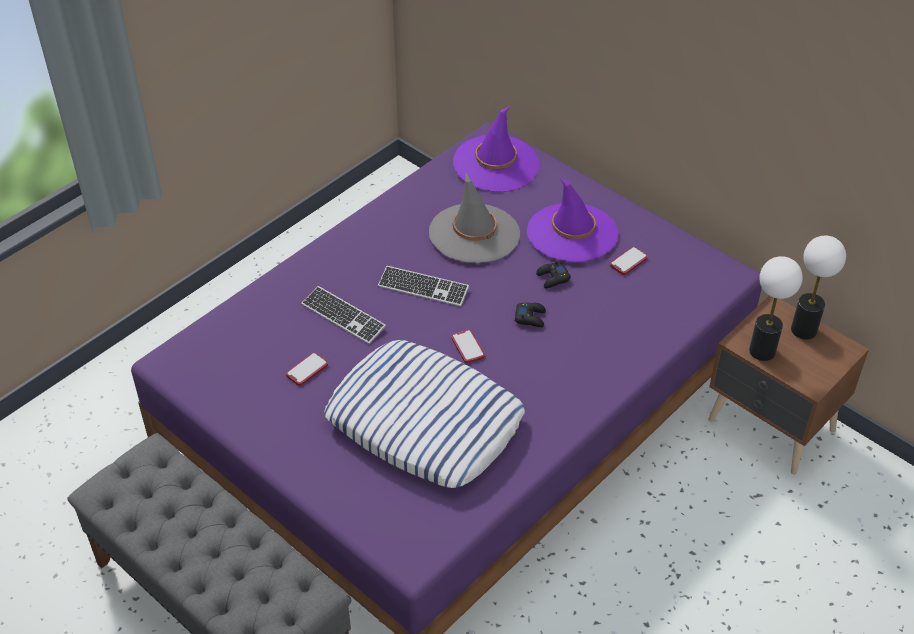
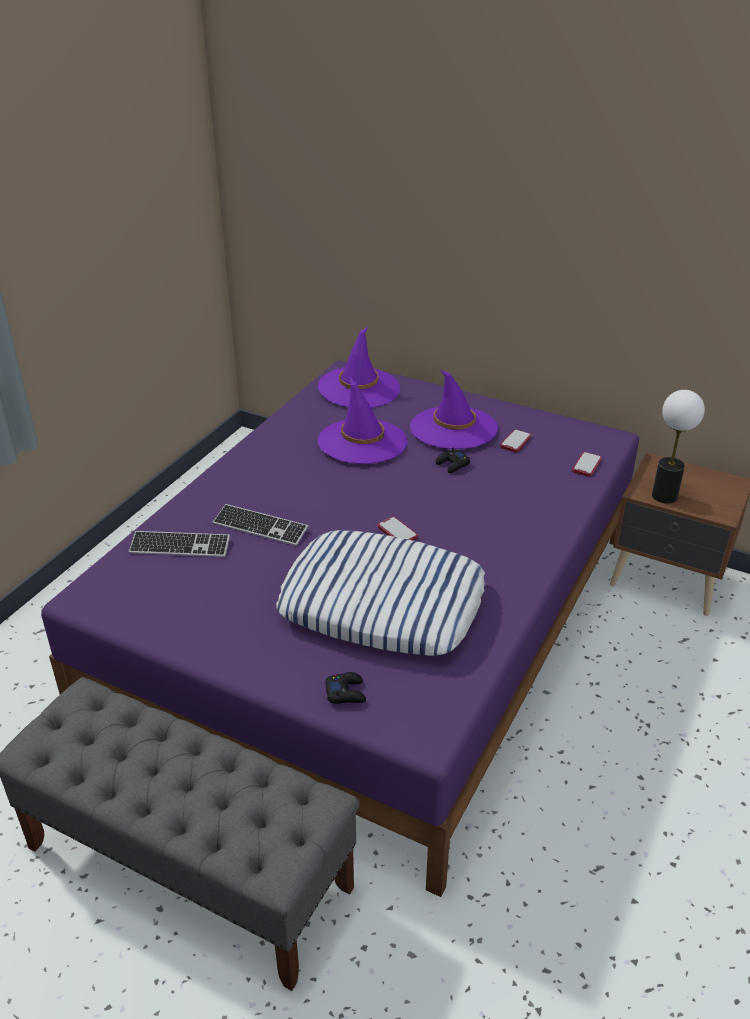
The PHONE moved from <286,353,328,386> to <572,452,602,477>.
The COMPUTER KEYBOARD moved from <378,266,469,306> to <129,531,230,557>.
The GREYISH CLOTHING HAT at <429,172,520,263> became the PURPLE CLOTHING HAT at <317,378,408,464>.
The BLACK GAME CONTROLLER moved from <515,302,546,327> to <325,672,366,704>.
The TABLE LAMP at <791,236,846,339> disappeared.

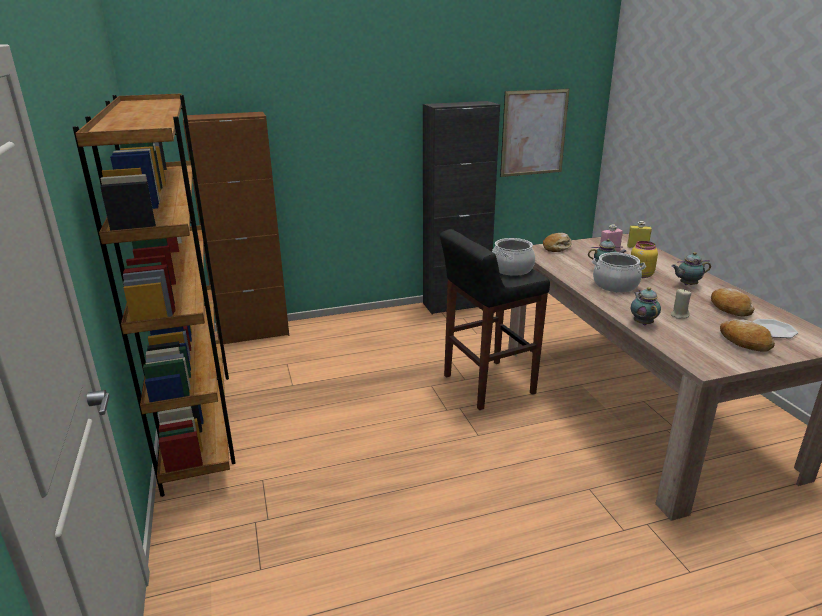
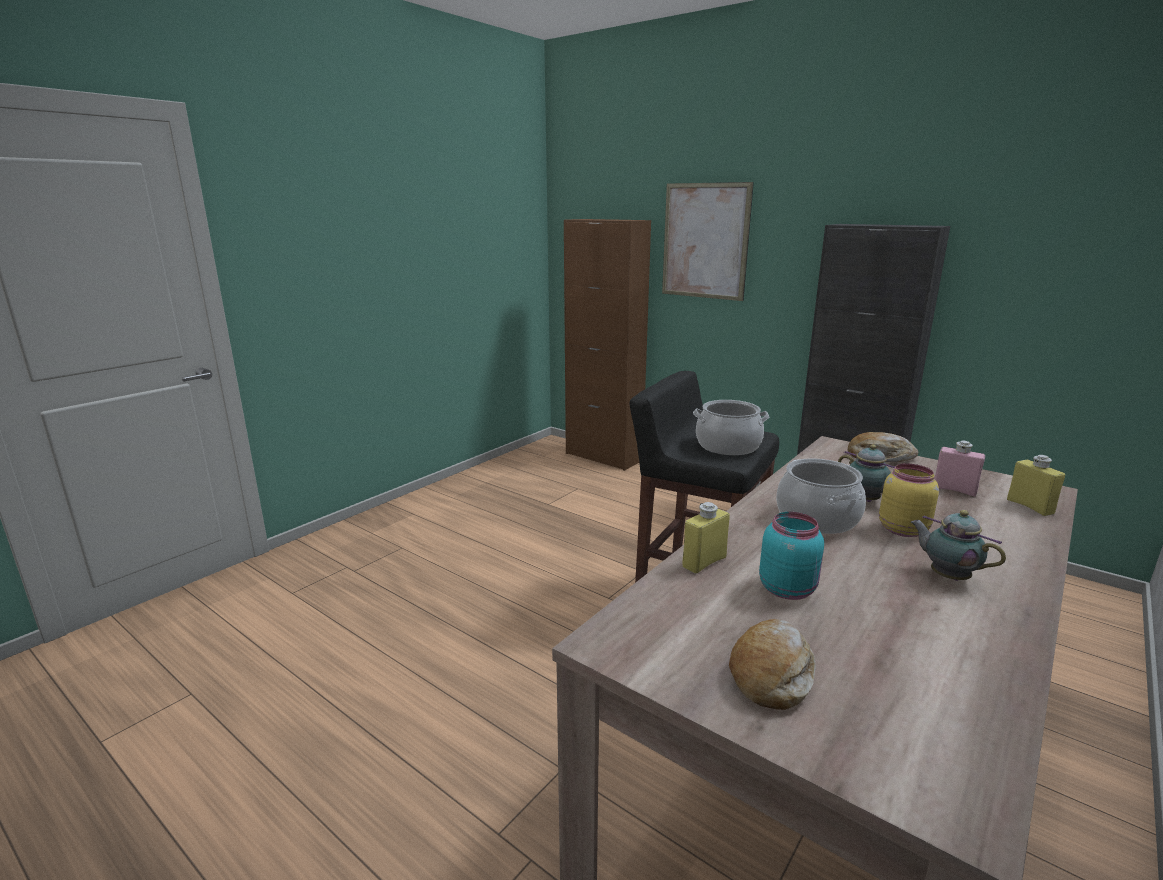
The BROWNISH BOOKCASE at <73,94,236,497> disappeared.
The WALL ART moved from <500,88,570,177> to <662,182,754,301>.
The POT FOR TEA at <631,287,661,325> was replaced by the YELLOW-COLOURED BOTTLE at <682,502,730,574>.
The BEIGE-COLOURED WAX CANDLE at <671,289,691,319> was replaced by the TURQUOISE-COLOURED STORAGE JAR at <759,512,824,600>.
The BREAD at <711,288,754,317> disappeared.
The FLAT DISH at <752,319,798,338> disappeared.

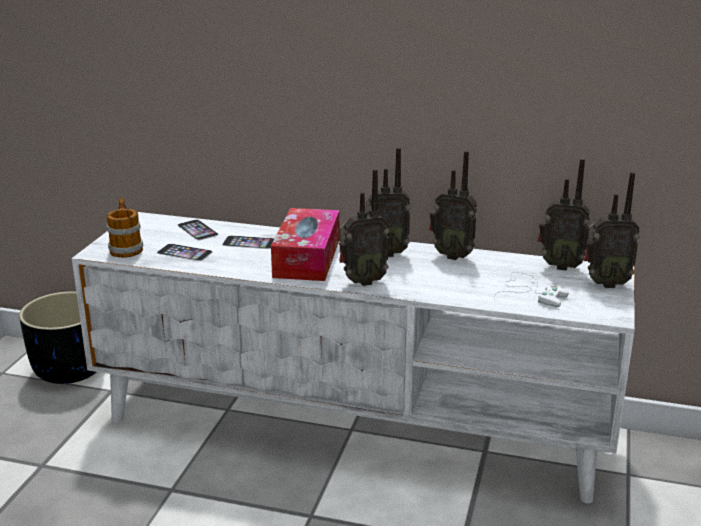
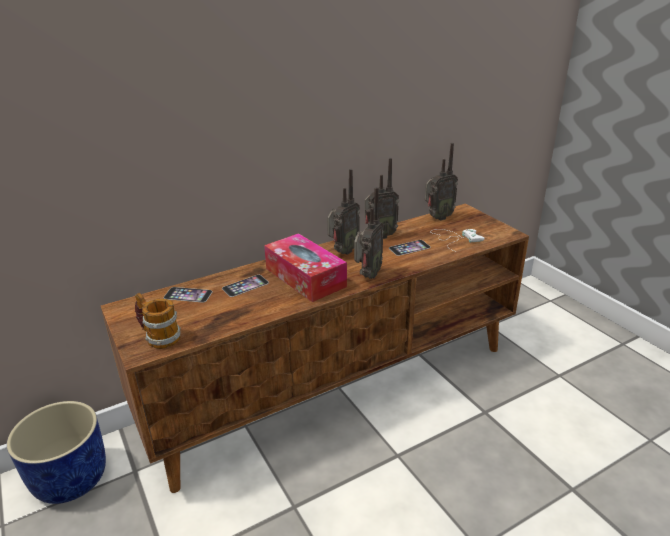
The BLACK PLANTER at <19,291,96,384> became the BLUE PLANTER at <7,401,106,504>.
The WHITISH MEDIA CONSOLE at <72,212,635,503> became the BROWNISH MEDIA CONSOLE at <101,204,529,493>.
The PHONE moved from <157,244,212,261> to <389,240,431,256>.
The RADIO RECEIVER at <584,172,640,288> disappeared.

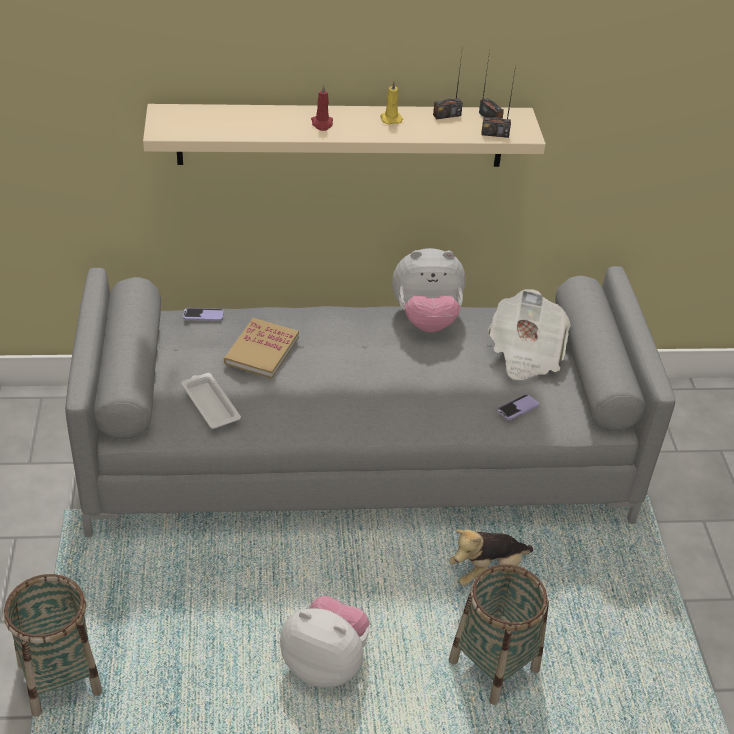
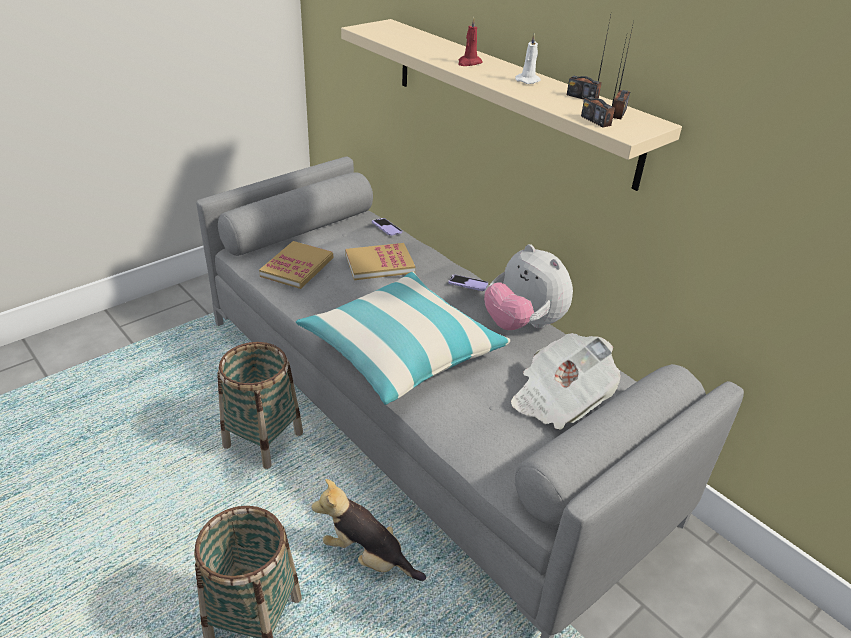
The STORAGE BASKET moved from <4,574,102,717> to <217,342,303,469>.
The WHITISH CARRYING TRAY at <181,373,241,429> was replaced by the VOLUME at <259,241,333,289>.
The CUDDLY TOY at <280,596,370,688> disappeared.
The YELLOW-COLOURED WAX CANDLE at <380,81,403,124> became the WHITISH WAX CANDLE at <515,33,541,84>.
The PHONE moved from <497,394,539,420> to <448,274,488,291>.
The PILLOW at <296,272,510,405> appeared.

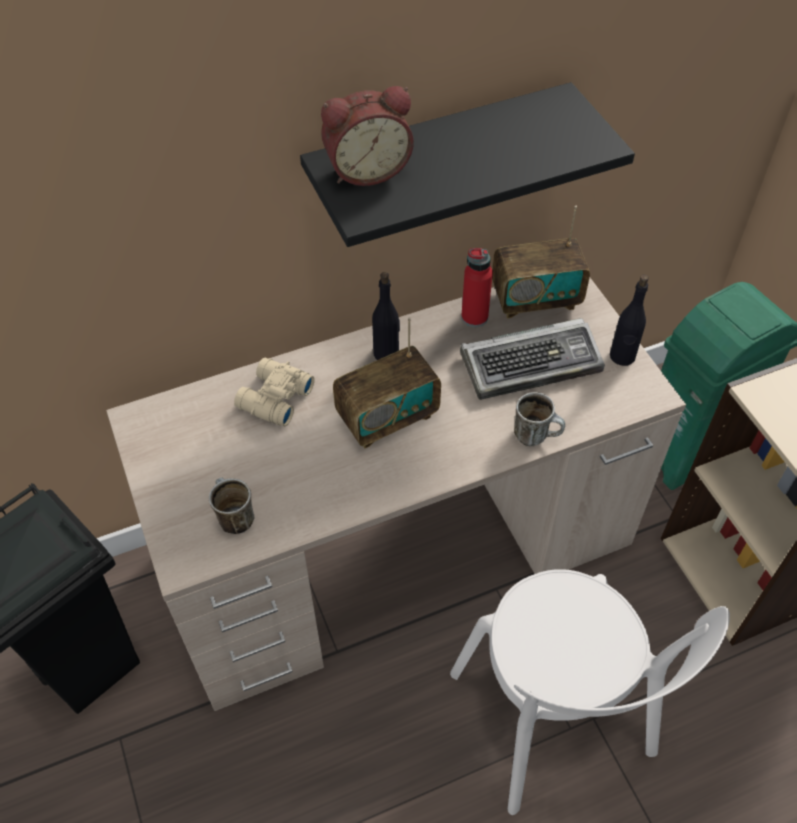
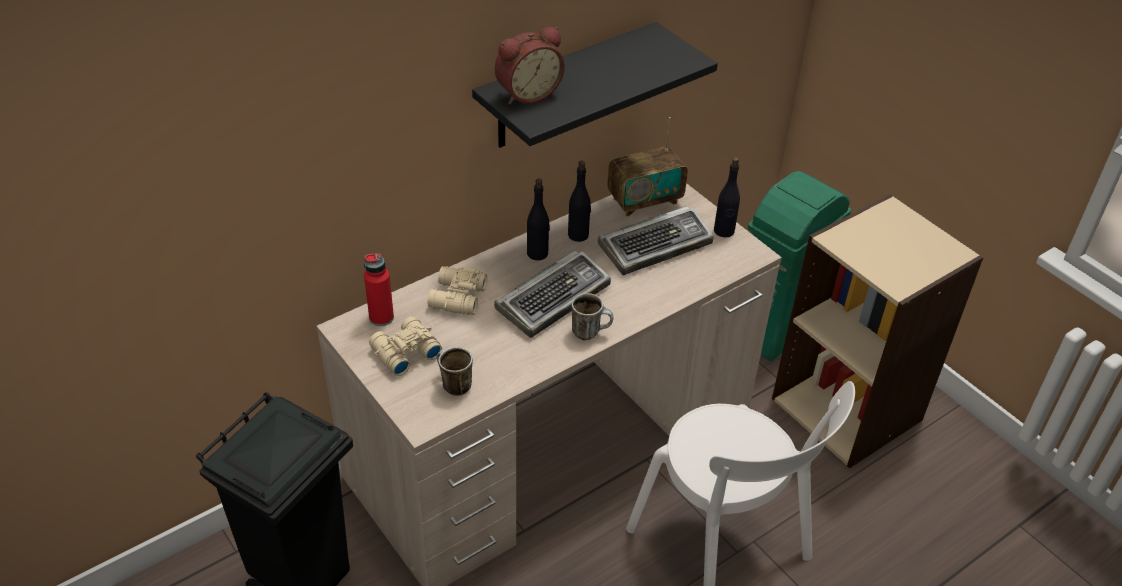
The RADIO RECEIVER at <333,317,441,448> was replaced by the COMPUTER KEYBOARD at <494,250,611,338>.
The RED BOTTLE moved from <461,248,493,327> to <364,253,394,326>.
The MUG moved from <514,392,565,446> to <571,293,613,340>.
The BEIGE-COLOURED FIELD GLASSES at <369,317,442,376> appeared.
The BLACK BOTTLE at <568,161,591,242> appeared.

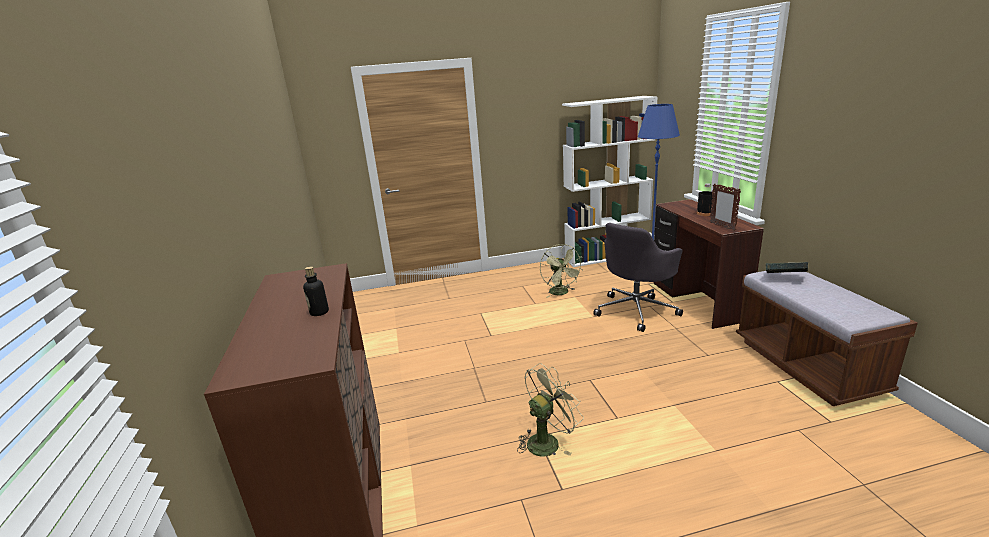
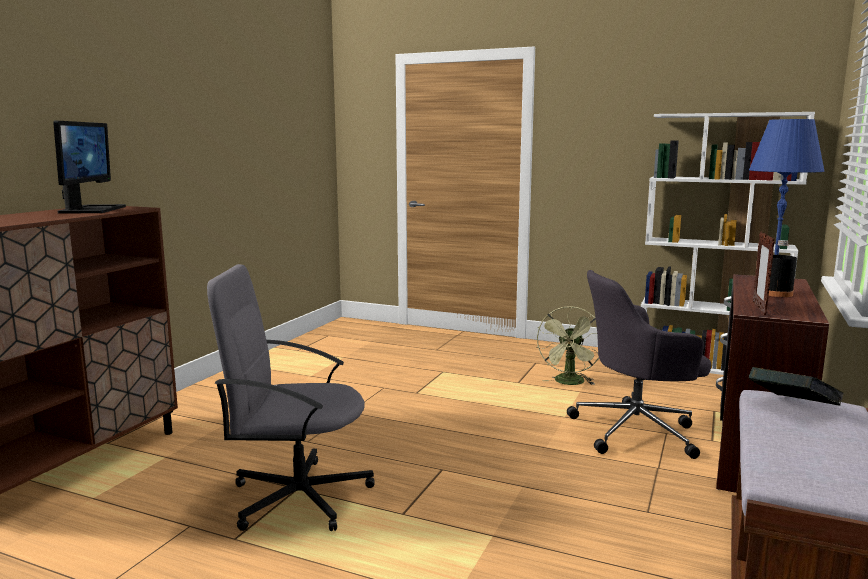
The BOTTLE at <303,266,329,316> disappeared.
The GREEN ELECTRIC FAN at <517,363,584,456> was replaced by the GREYISH OFFICE CHAIR at <207,264,375,531>.
The COMPUTER SCREEN at <53,120,126,214> appeared.

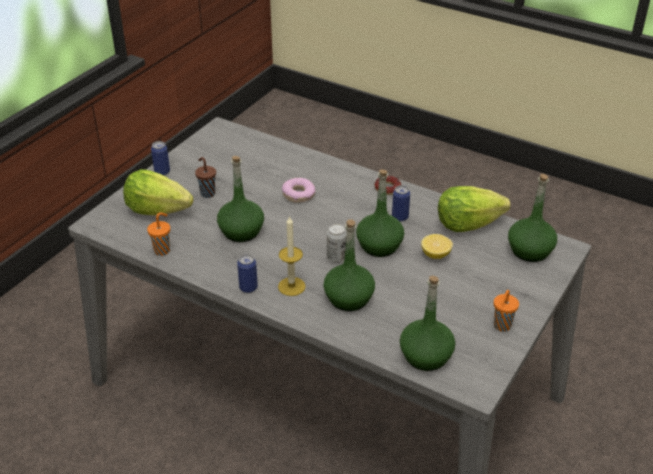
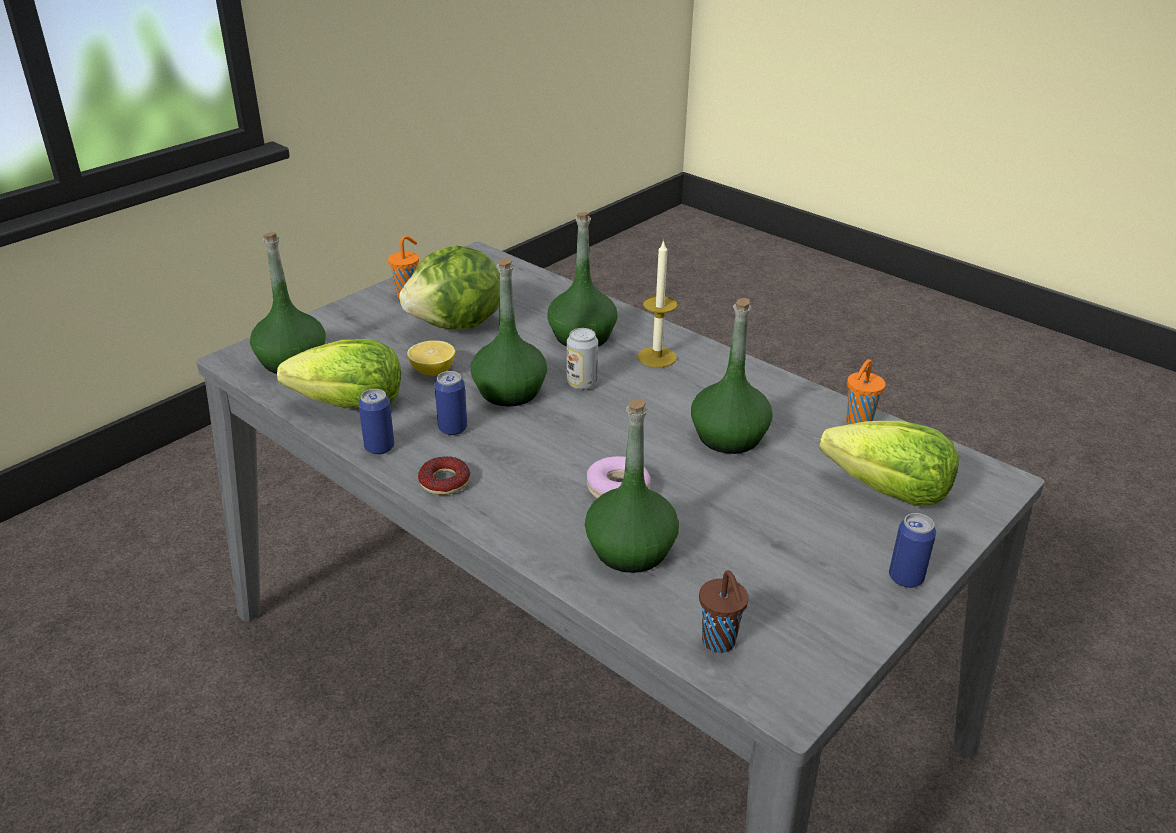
The BROWNISH SMALL CUP moved from <195,157,216,198> to <699,570,749,653>.
The SEALED CAN moved from <237,254,258,293> to <358,389,394,455>.
The GREEN BOTTLE moved from <400,276,455,371> to <585,399,679,573>.
The LETTUCE at <399,246,500,329> appeared.

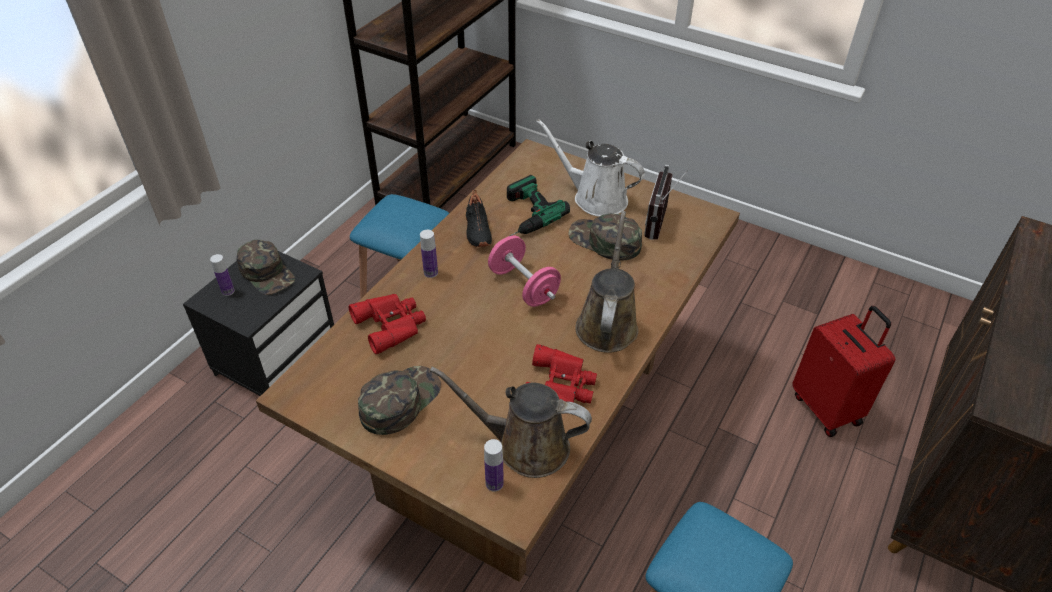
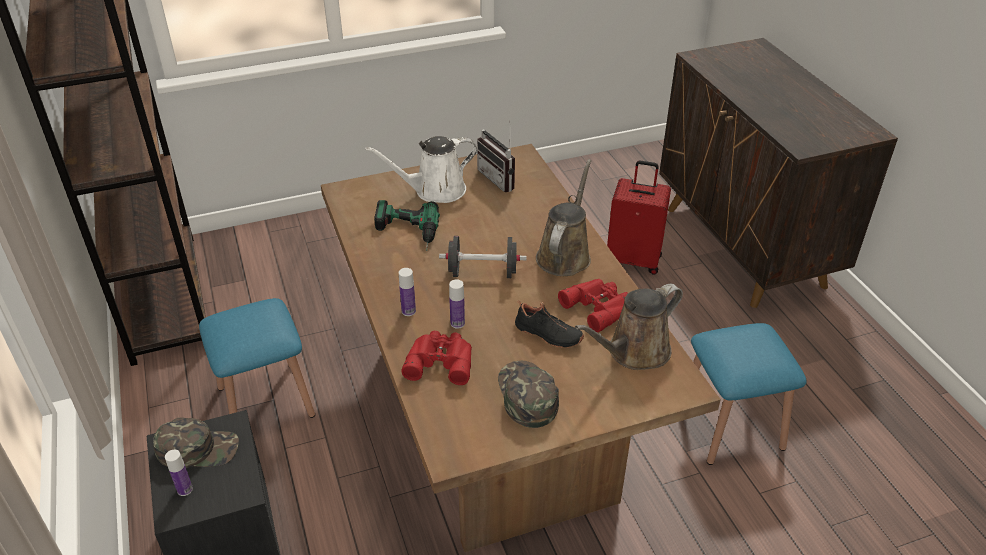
The BLACK SHOE moved from <466,190,492,247> to <515,300,584,348>.
The BOTTLE moved from <484,439,504,492> to <449,279,465,329>.
The PINK DUMBBELL at <488,236,561,307> became the BLACK DUMBBELL at <439,236,527,278>.
The GREEN BASEBALL CAP at <568,213,642,261> disappeared.
The BROWNISH WATERING CAN at <575,211,638,353> turned 60 degrees clockwise.

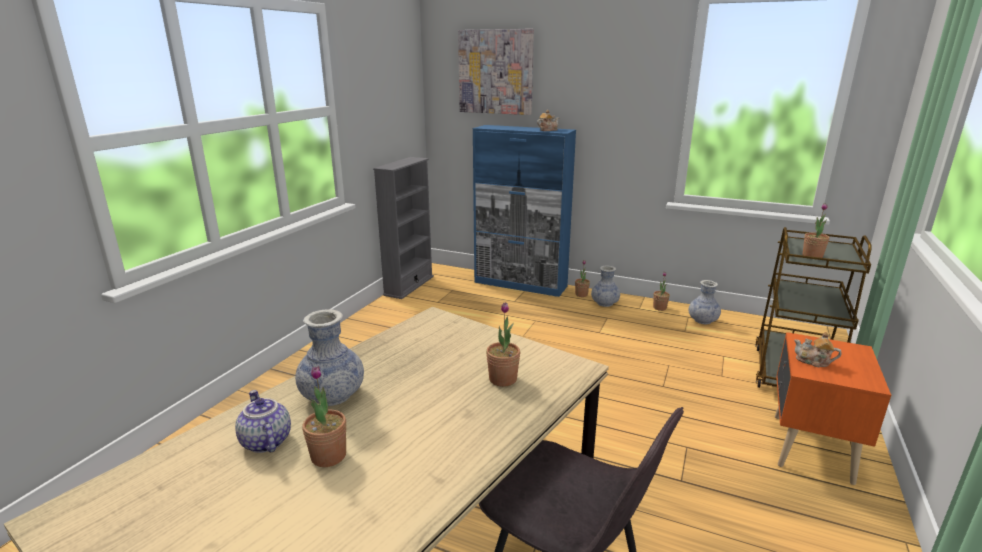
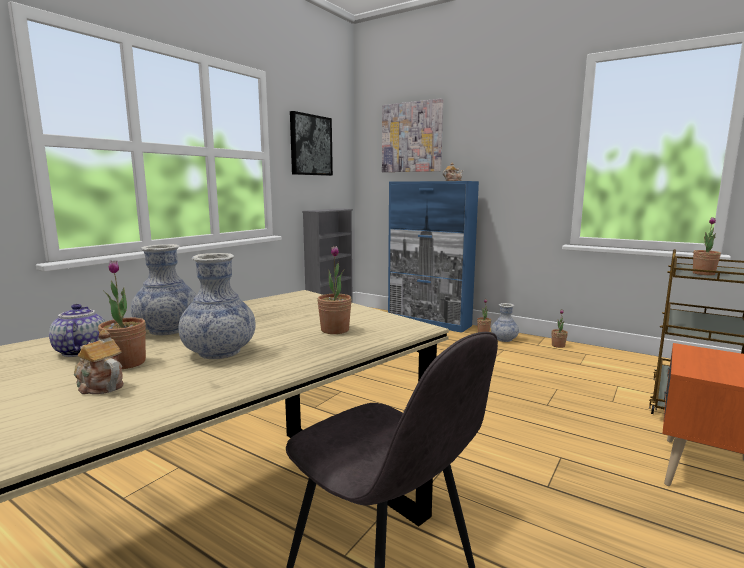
The DECORATIVE VASE moved from <689,280,721,324> to <179,253,256,359>.
The POT FOR TEA moved from <794,332,841,367> to <74,329,124,394>.
The WALL ART at <290,111,333,176> appeared.

